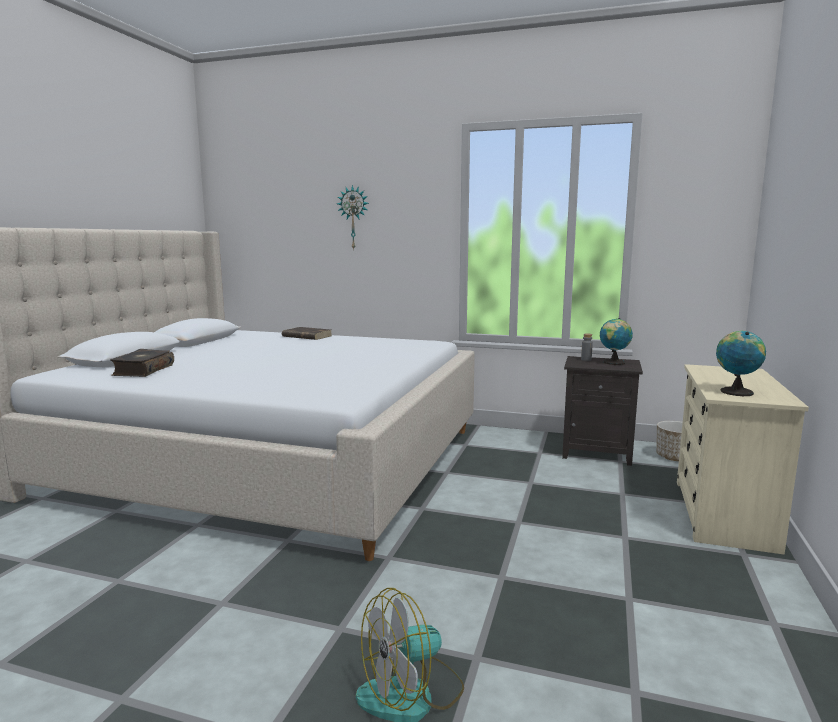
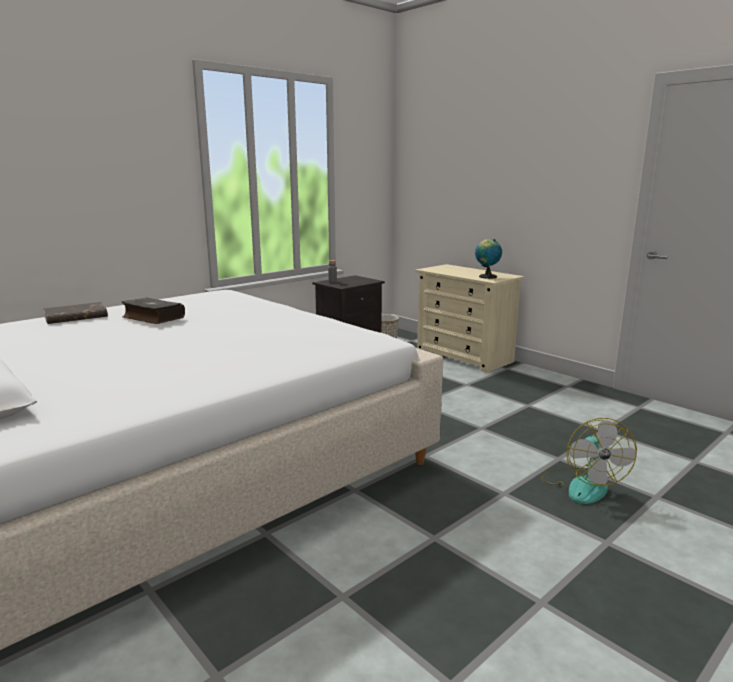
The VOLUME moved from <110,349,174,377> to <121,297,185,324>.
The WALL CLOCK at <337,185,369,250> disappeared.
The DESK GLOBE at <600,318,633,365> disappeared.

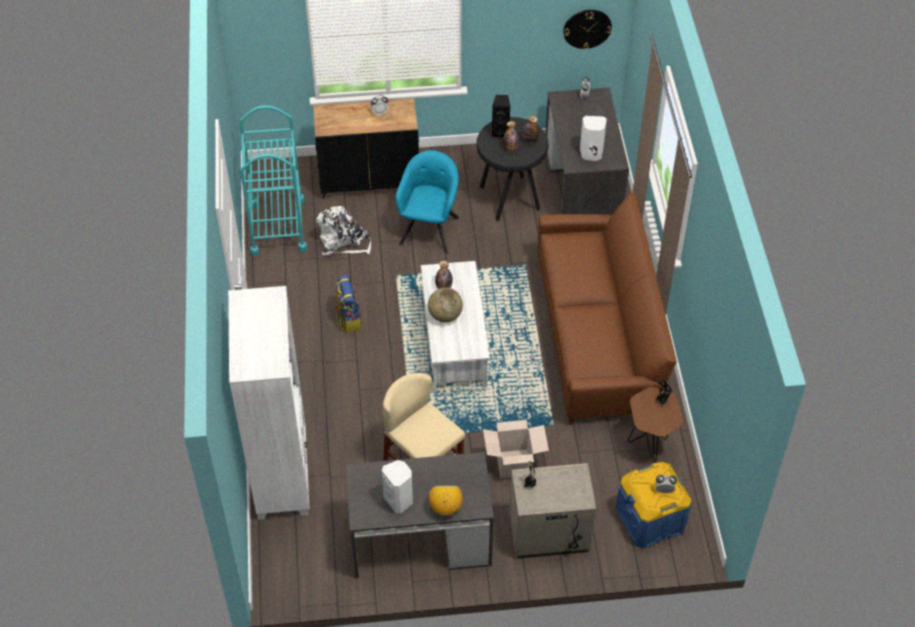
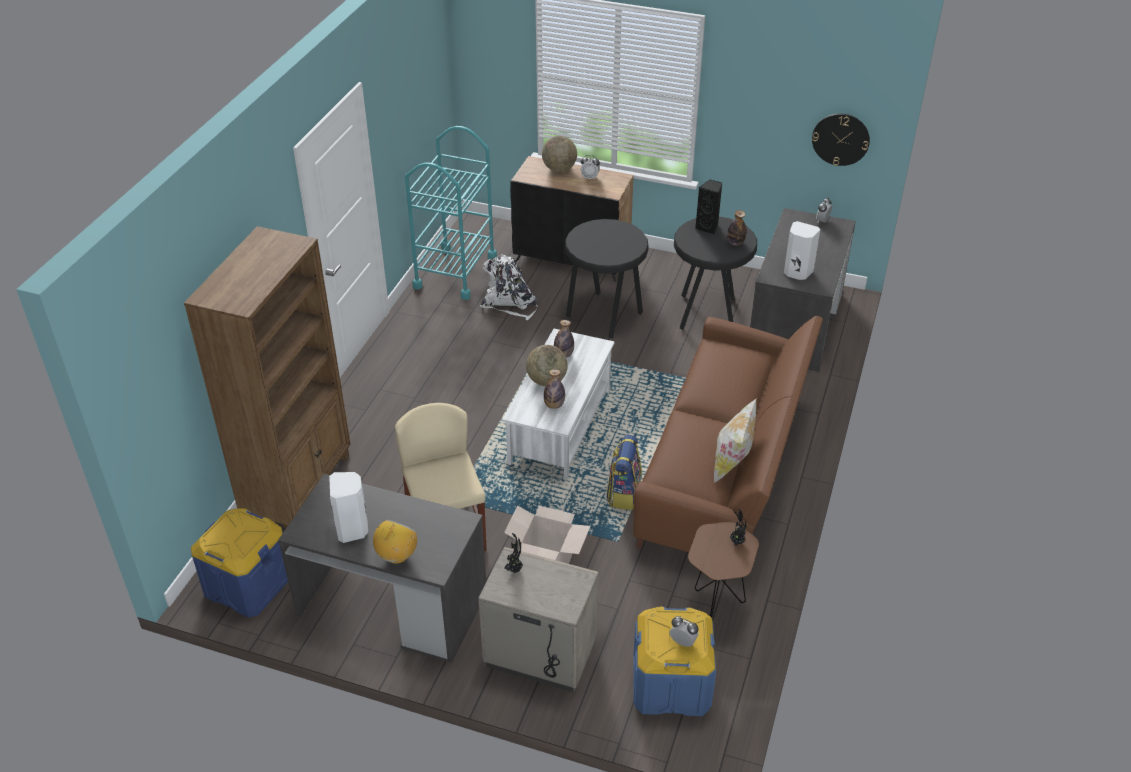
The WHITISH BOOKCASE at <228,286,310,520> became the BROWNISH BOOKCASE at <184,226,351,529>.
The RUCKSACK moved from <335,275,363,332> to <606,435,642,510>.
The TURQUOISE-COLOURED LOUNGE CHAIR at <396,150,459,254> was replaced by the BLACK STOOL SEAT at <565,219,649,338>.
The BOTTLE moved from <503,121,519,152> to <544,369,565,409>.
The BLUE STORAGE BIN at <191,508,288,618> appeared.
The DESK GLOBE at <542,136,577,172> appeared.
The PILLOW at <714,399,756,483> appeared.

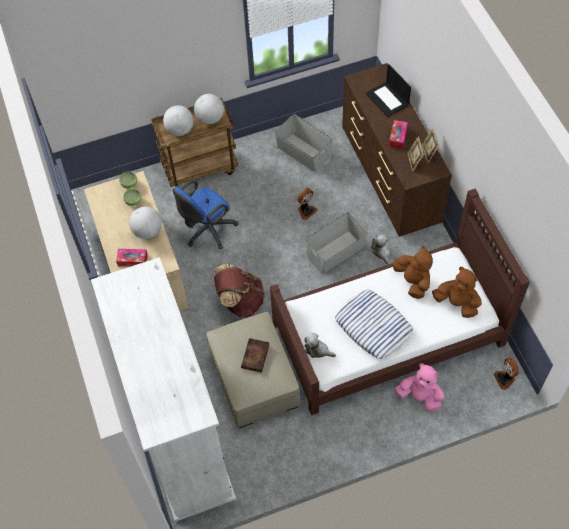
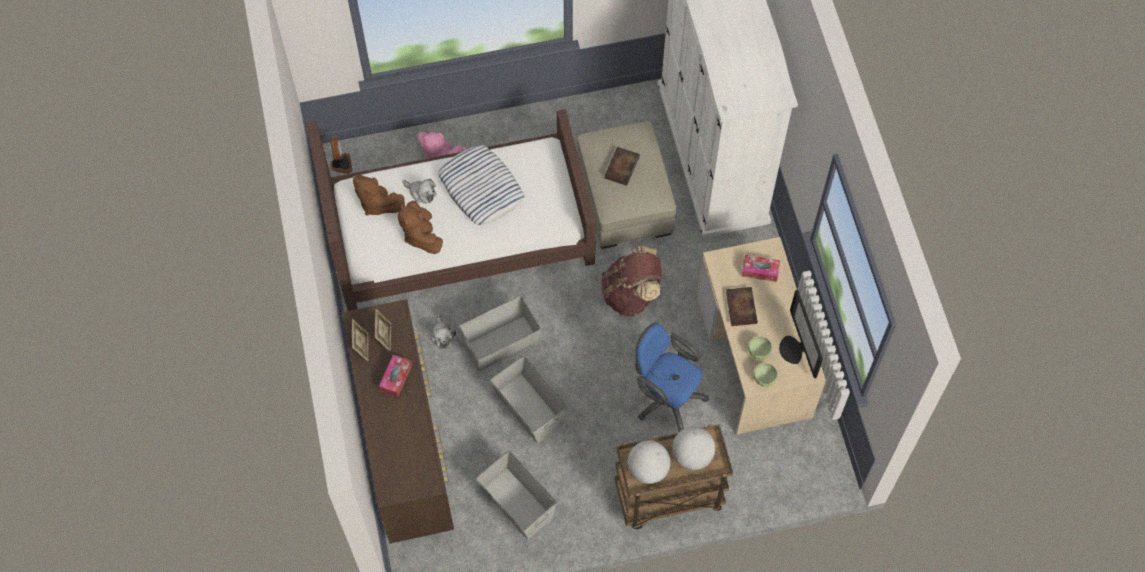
The DESK GLOBE at <129,207,162,239> was replaced by the VOLUME at <726,287,758,326>.
The BLUE OFFICE CHAIR at <173,180,238,249> turned 105 degrees counterclockwise.
The ELECTRIC FAN at <298,188,318,220> was replaced by the GREYISH STORAGE BIN at <490,355,567,443>.
The CUDDLY TOY moved from <305,333,336,358> to <403,179,436,204>.
The LAPTOP at <366,64,411,117> disappeared.
The COMPUTER SCREEN at <779,290,823,378> appeared.

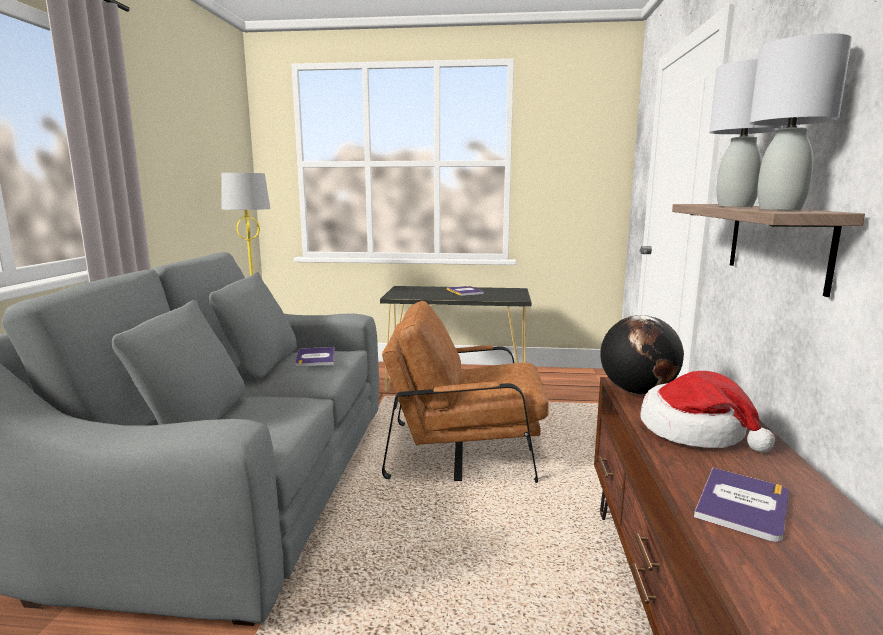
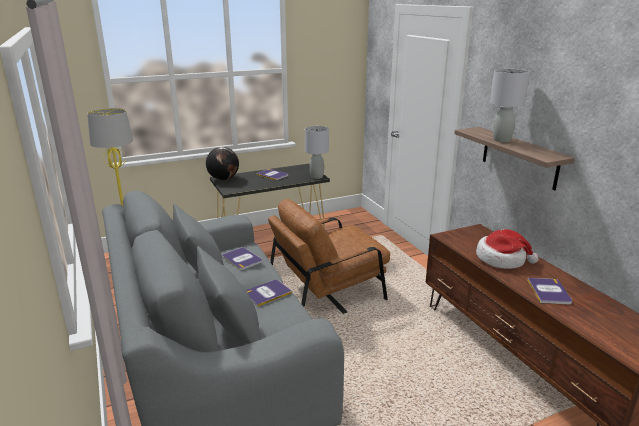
The DESK GLOBE moved from <600,315,684,395> to <206,147,239,180>.
The GREYISH TABLE LAMP moved from <750,33,852,210> to <305,126,329,179>.
The VOLUME at <246,280,292,307> appeared.

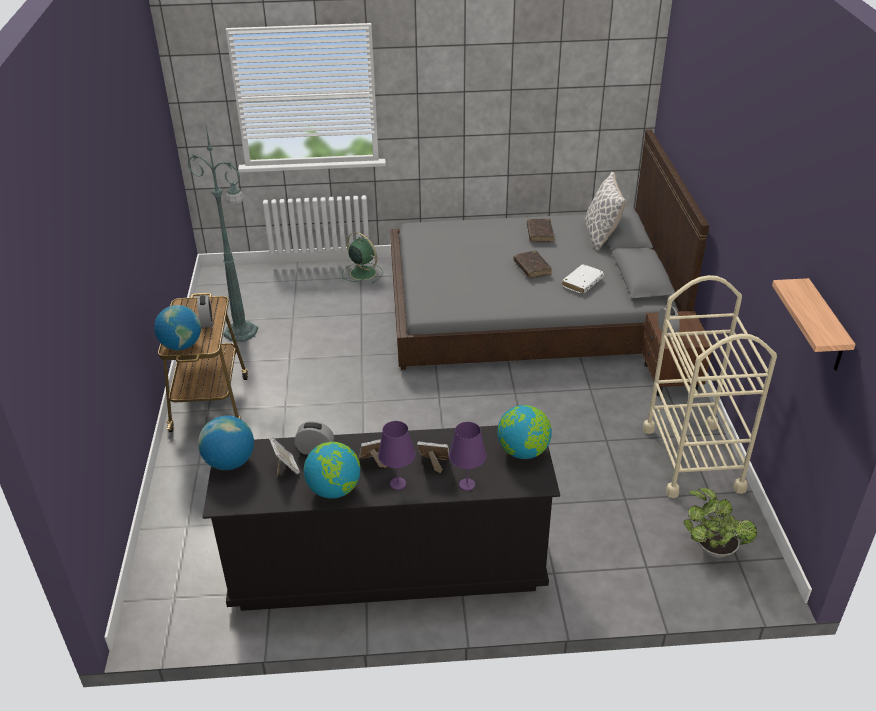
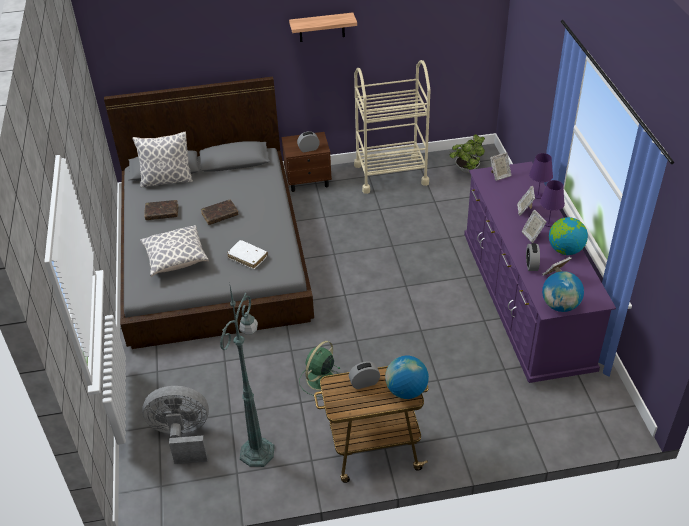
The BLACK DRESSER at <203,425,560,611> became the PURPLE DRESSER at <464,162,616,383>.
The GREEN ELECTRIC FAN moved from <342,232,383,283> to <299,341,340,397>.
The DESK GLOBE at <497,405,552,459> was replaced by the STANDING FRAME at <490,153,511,181>.
The WHITISH VOLUME moved from <562,264,604,294> to <227,240,268,269>.
The WALL SHELF moved from <772,278,856,371> to <289,12,357,42>.
The PILLOW at <140,225,209,277> appeared.
The GREYISH ELECTRIC FAN at <142,386,209,464> appeared.

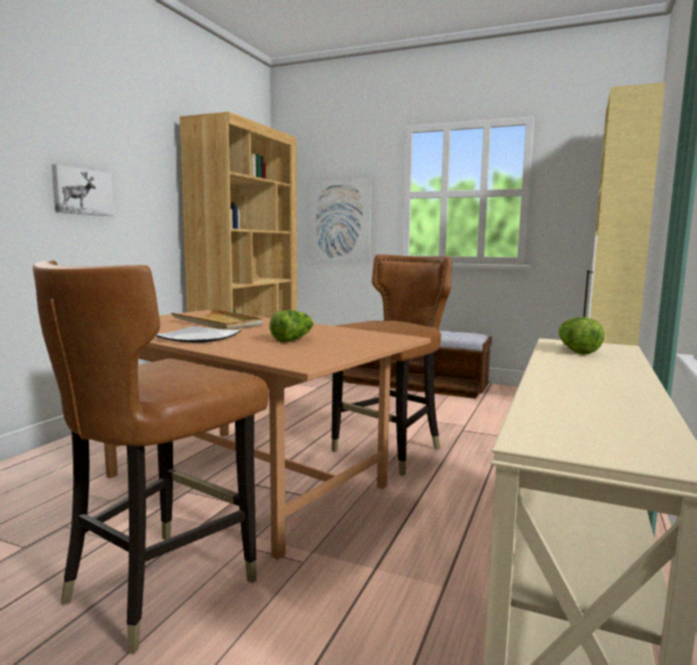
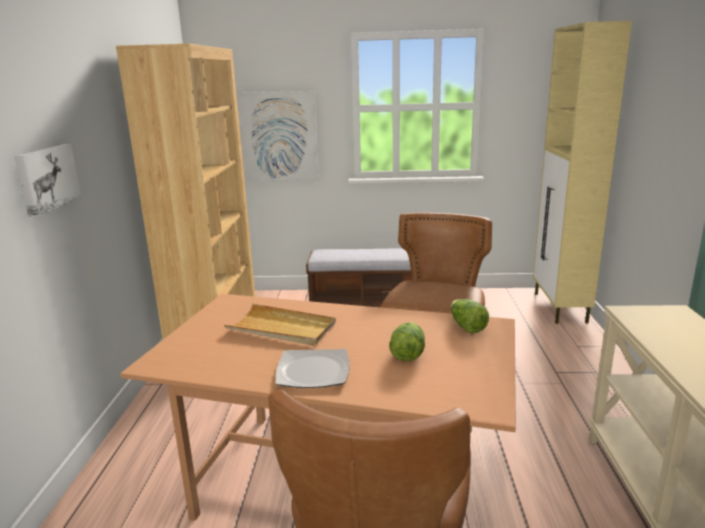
The LETTUCE moved from <559,317,604,354> to <451,299,489,333>.

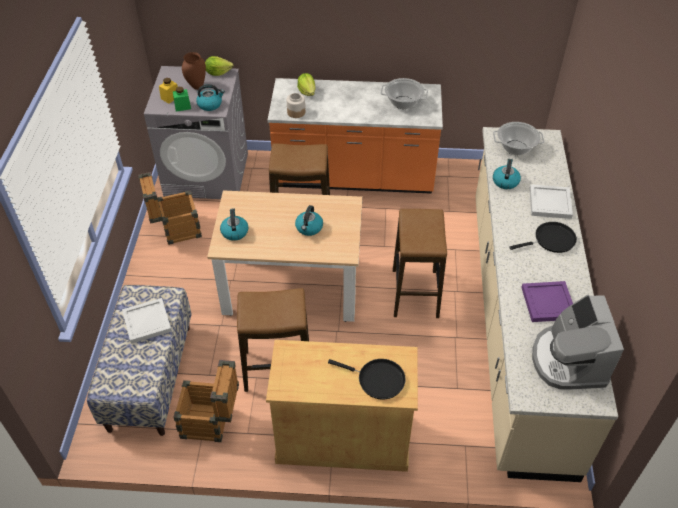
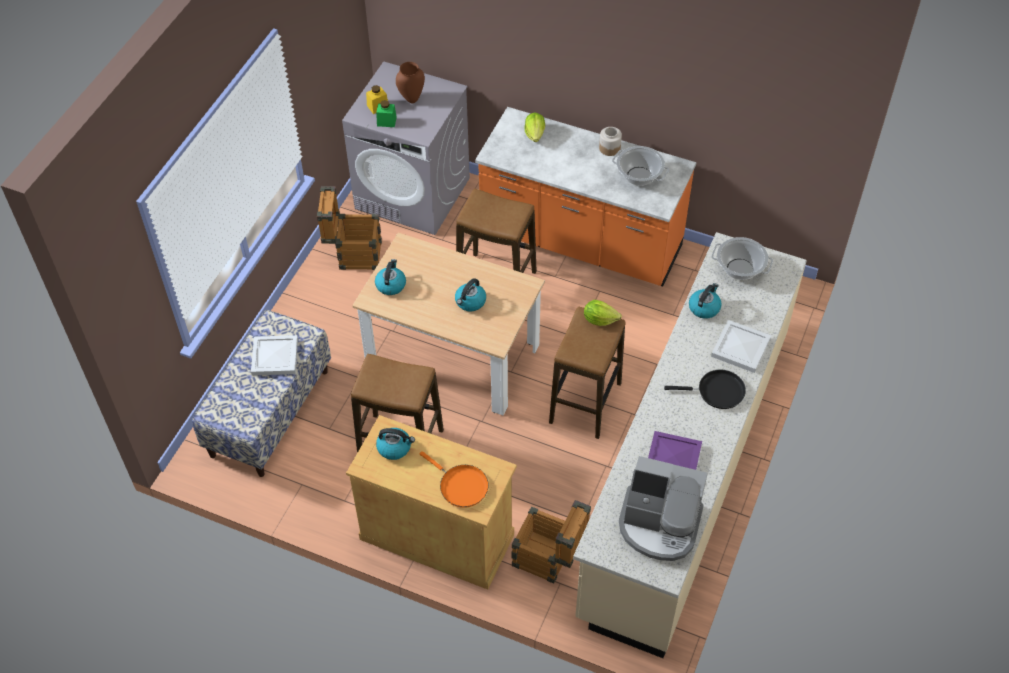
The CRATE moved from <173,360,239,442> to <511,500,591,583>.
The WATER KETTLE moved from <196,84,225,111> to <376,428,415,460>.
The LETTUCE moved from <205,56,233,76> to <584,300,622,326>.
The STORAGE JAR moved from <286,93,305,118> to <599,127,622,156>.
The BLACK PAN at <328,359,406,400> became the ORANGEY PAN at <419,451,489,508>.
The COFFEE MACHINE at <532,295,624,390> turned 90 degrees counterclockwise.

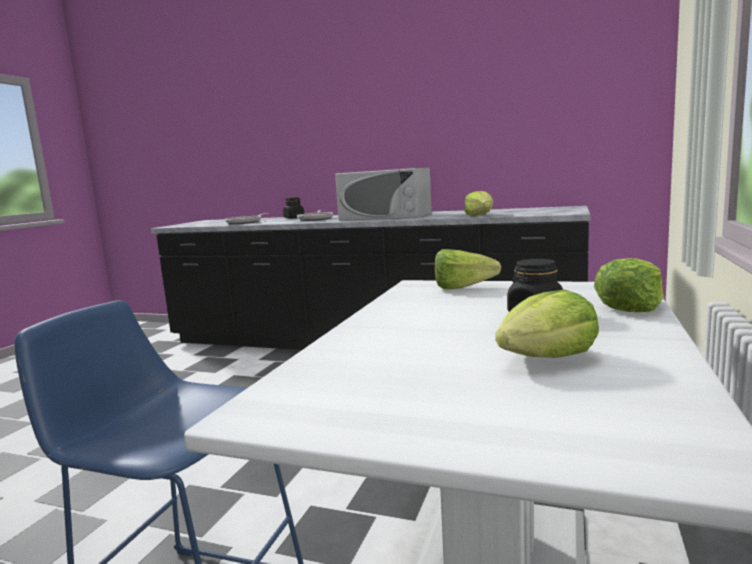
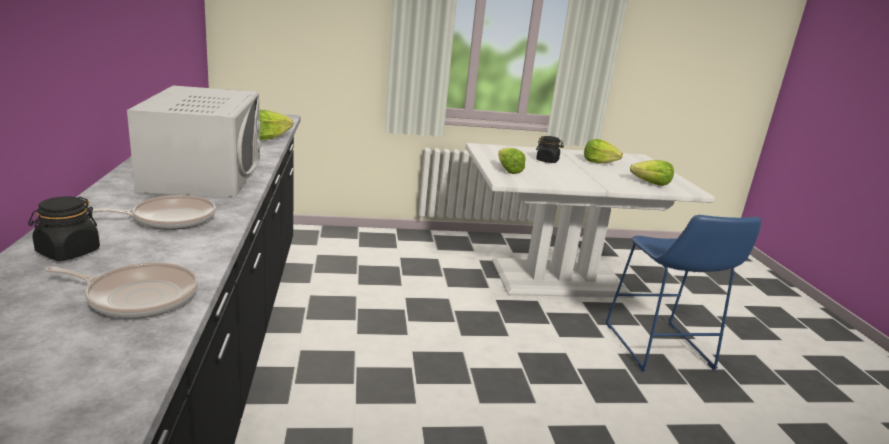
The LETTUCE moved from <594,258,664,312> to <630,160,674,186>.

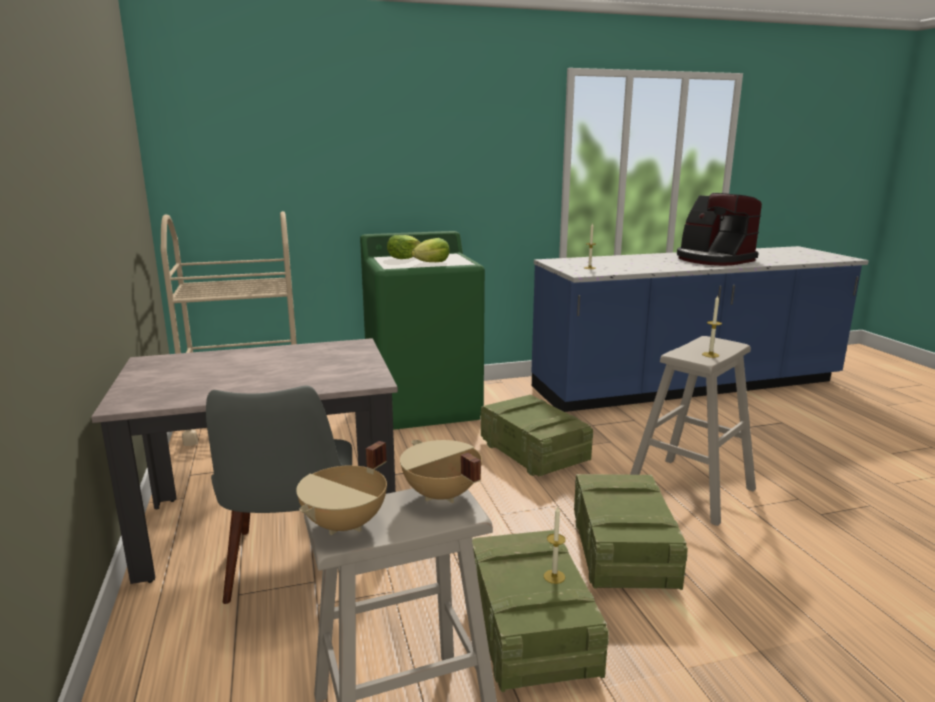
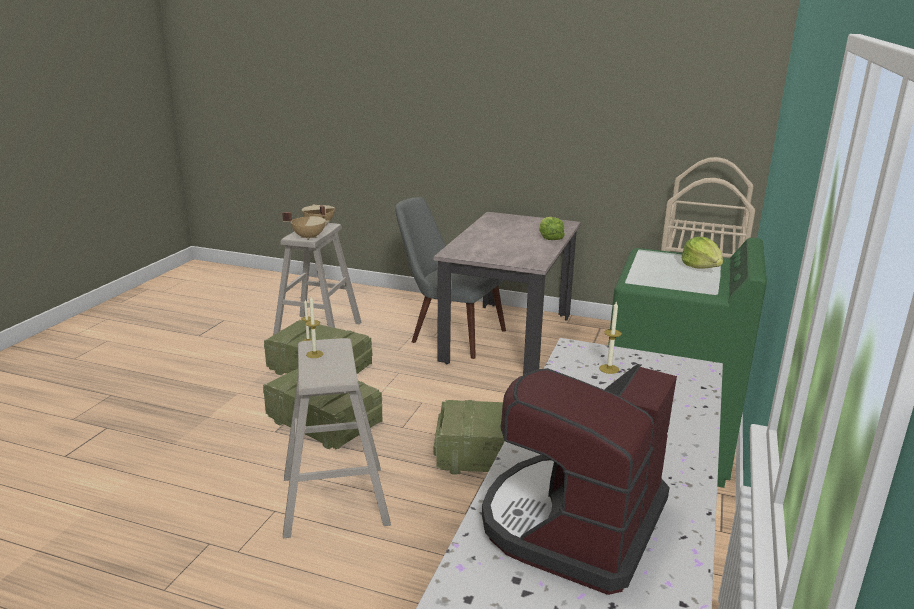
The LETTUCE moved from <412,238,450,262> to <539,217,565,240>.
The COFFEE MACHINE at <677,193,762,266> turned 60 degrees counterclockwise.

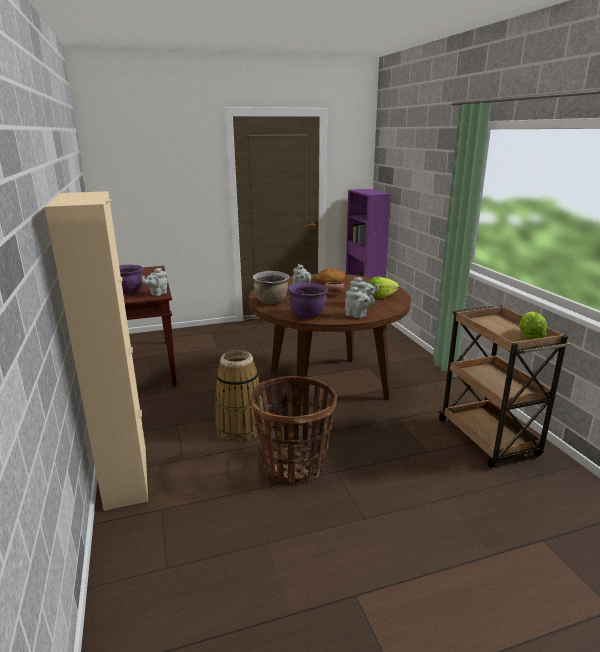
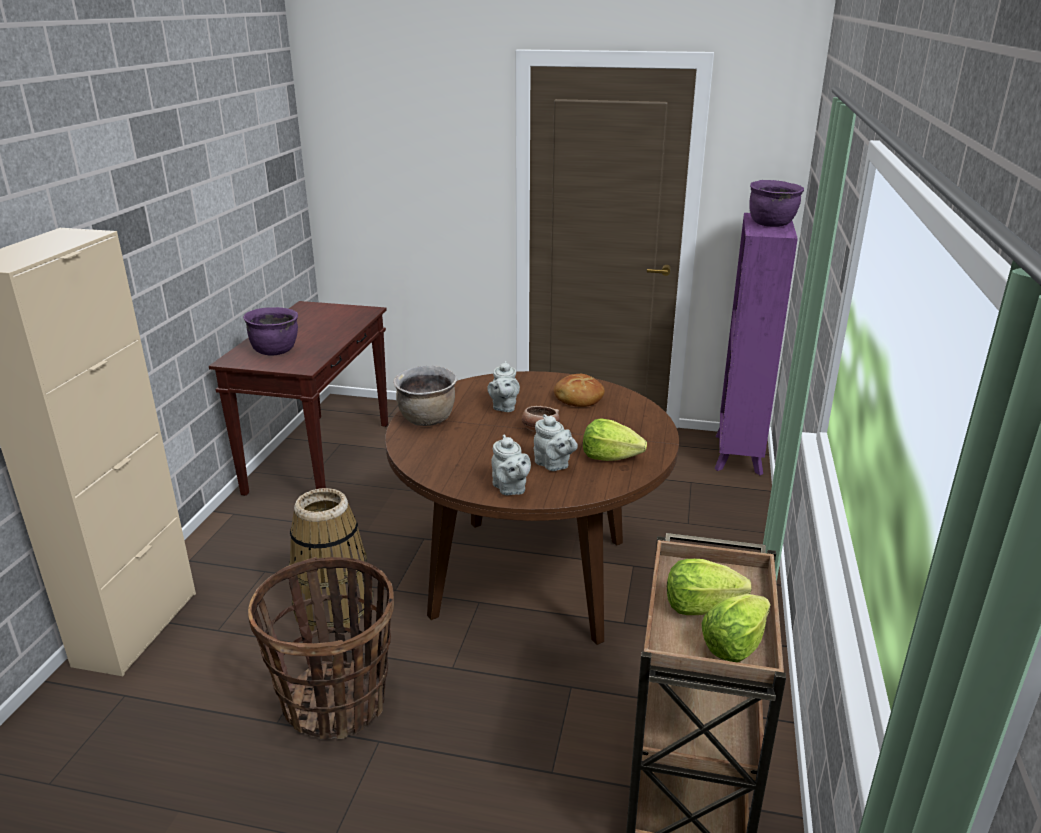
The GREYISH POT FOR TEA at <142,268,167,296> disappeared.
The PURPLE COOKING POT moved from <288,282,328,318> to <749,180,804,227>.
The LETTUCE at <667,559,752,615> appeared.

